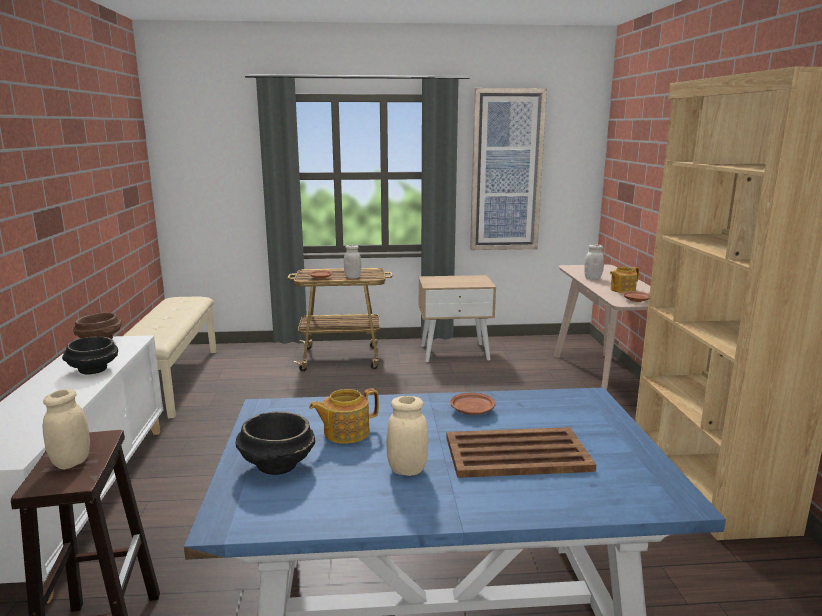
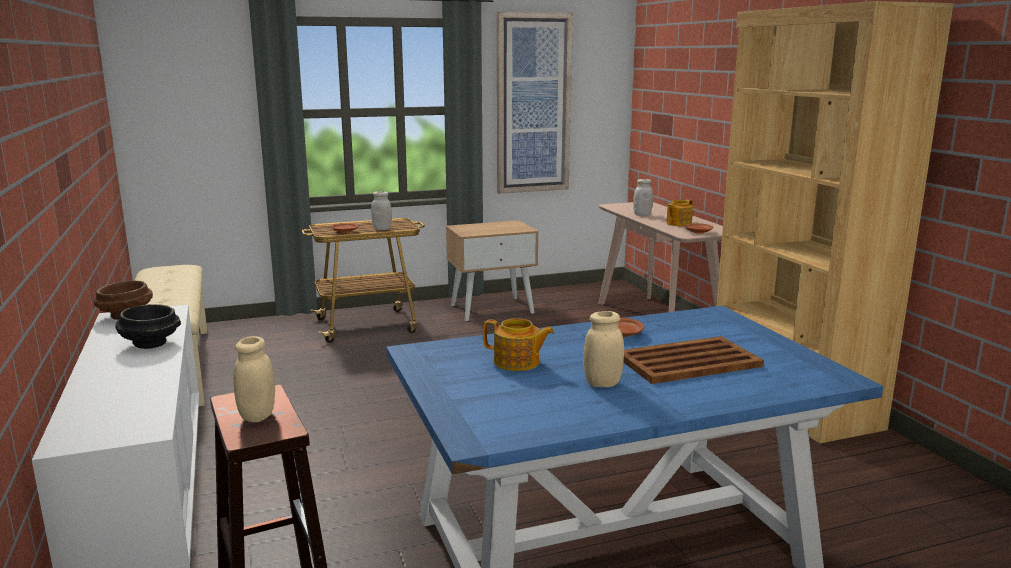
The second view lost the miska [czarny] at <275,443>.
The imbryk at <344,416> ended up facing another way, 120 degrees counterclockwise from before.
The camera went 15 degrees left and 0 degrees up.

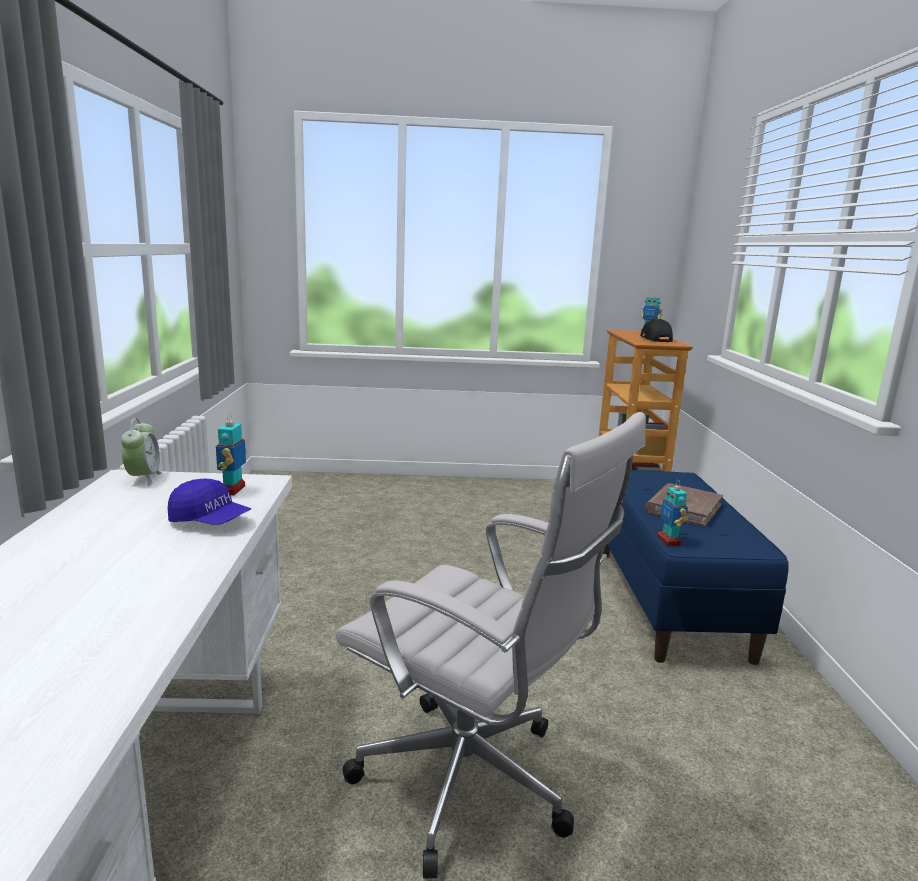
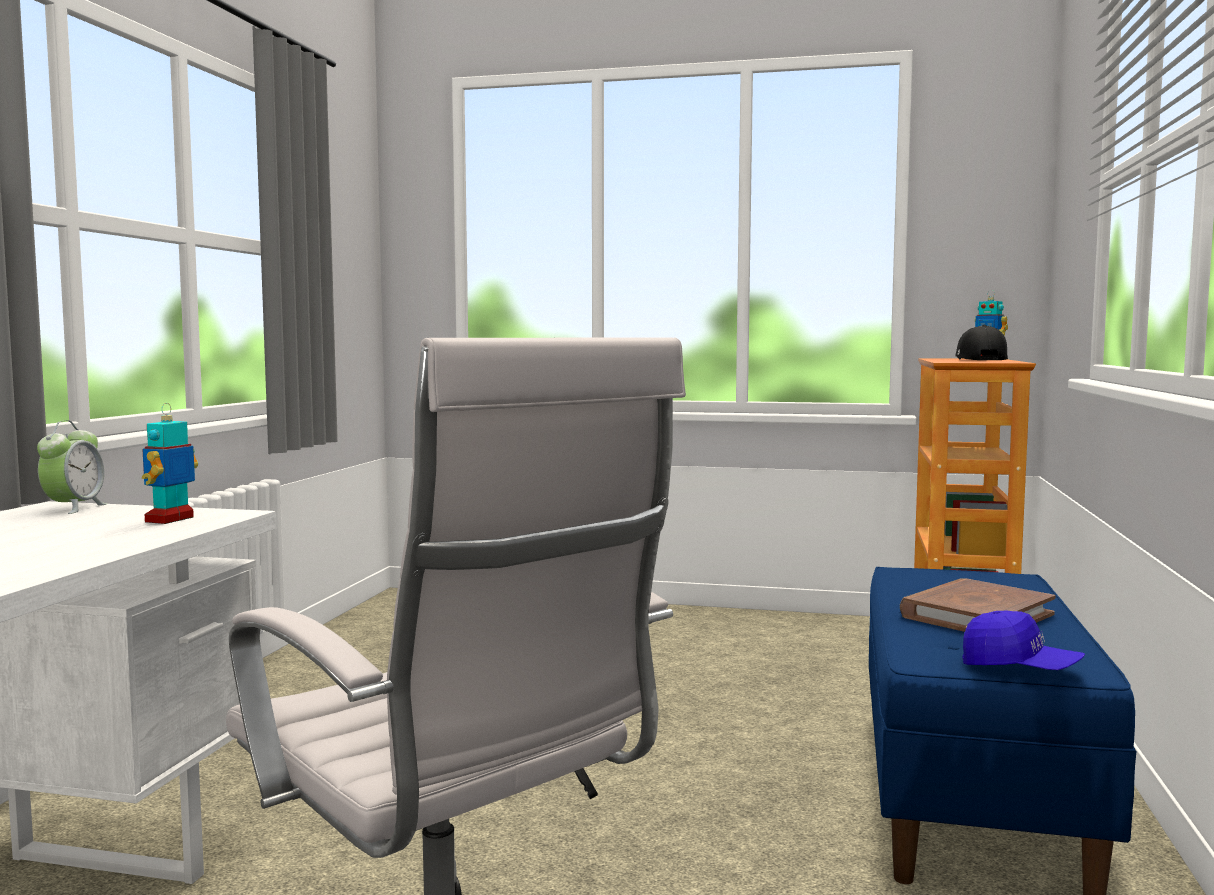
The second view lost the robot zabawkowy at <672,513>.
The czapka z daszkiem [niebieski] ended up elsewhere, having gone from <209,502> to <1023,640>.
The camera went 15 degrees right and 10 degrees down.

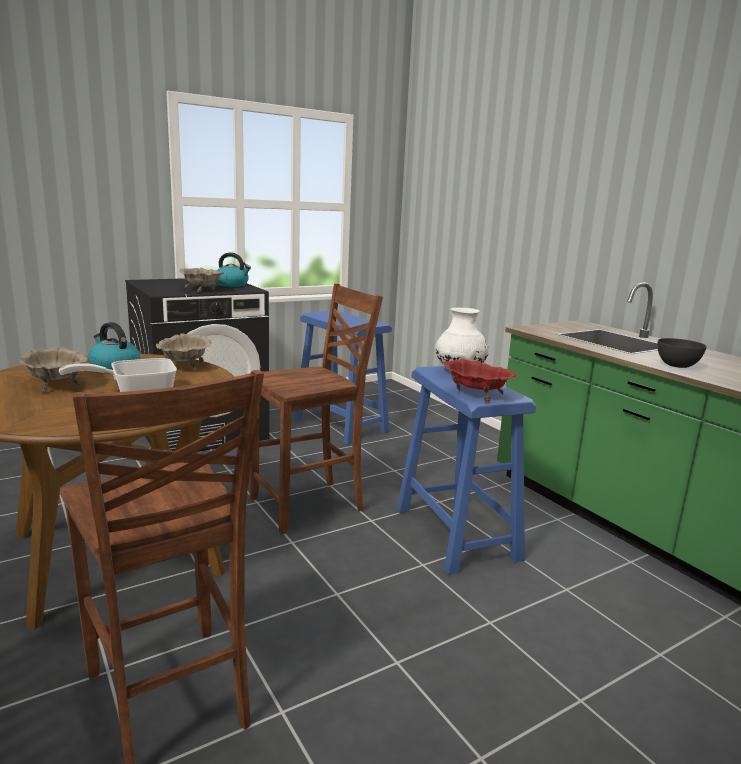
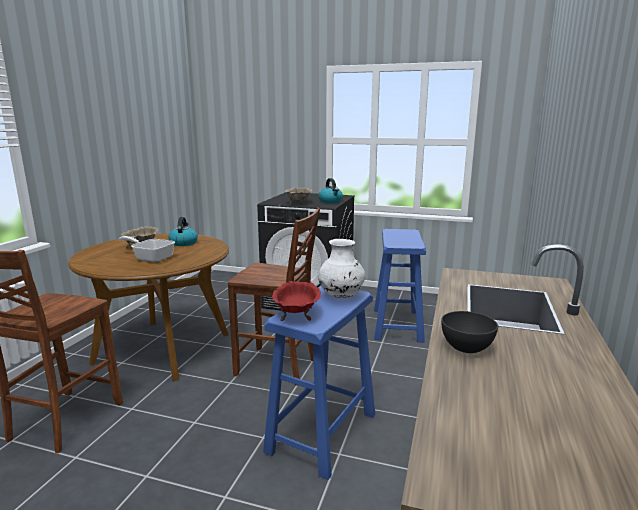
The second view lost the miska [beżowy] at <183,351>.
The camera went 50 degrees right and 0 degrees up.

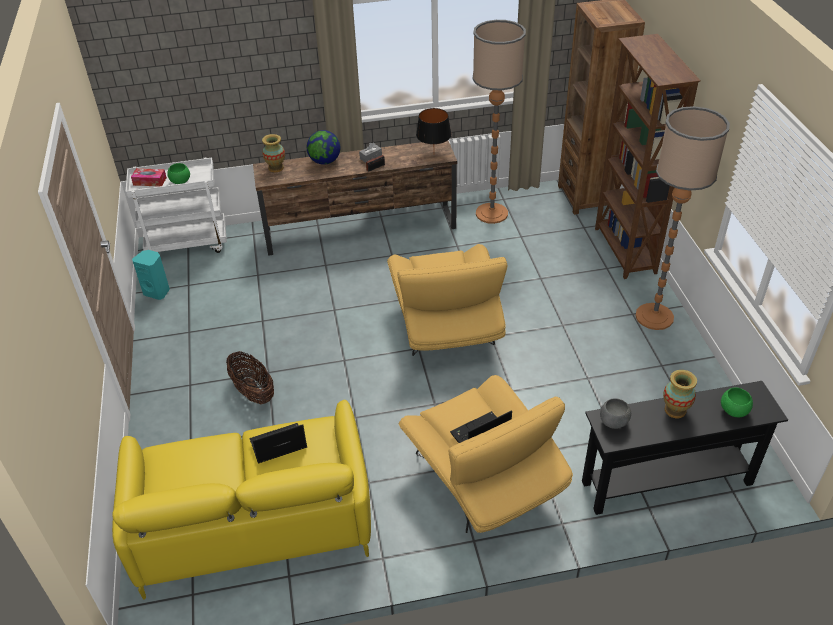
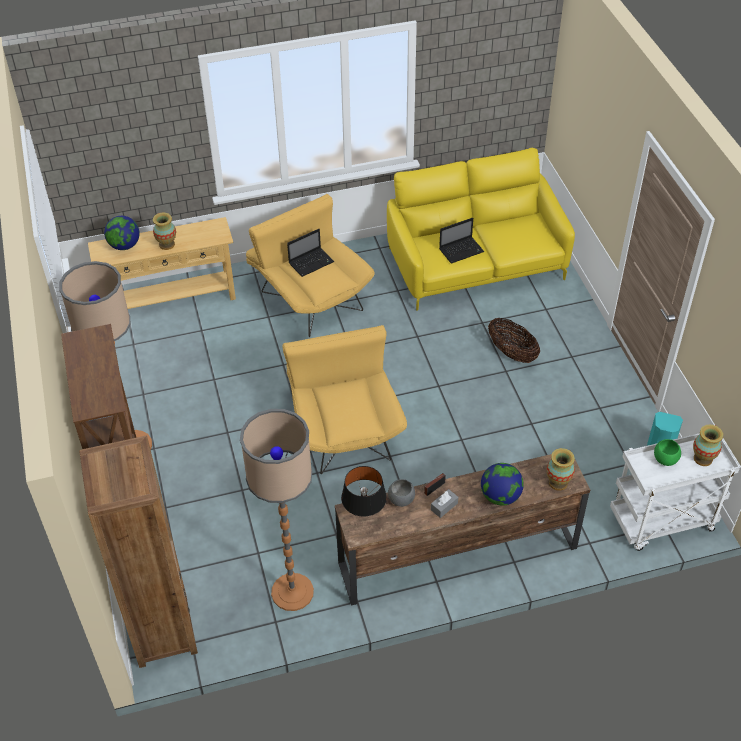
The miska [szary] ended up elsewhere, having gone from <615,413> to <401,493>.
Where the pudełko chusteczek stood at <149,177>, the wazon came to stand at <708,445>.
Where the miska [zielony] stood at <737,402>, the globus came to stand at <122,233>.
What was the stolik konsolowy [czarny] at <685,448> turned into the stolik konsolowy [beżowy] at <162,263>.
The camera went 175 degrees right and 5 degrees up.

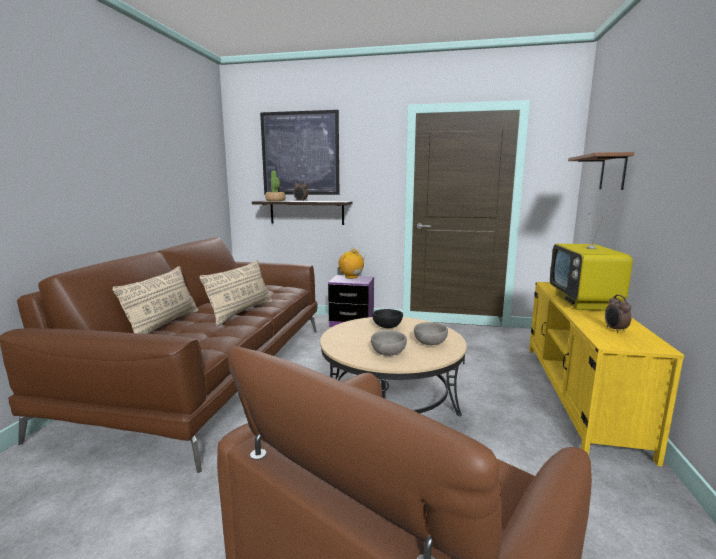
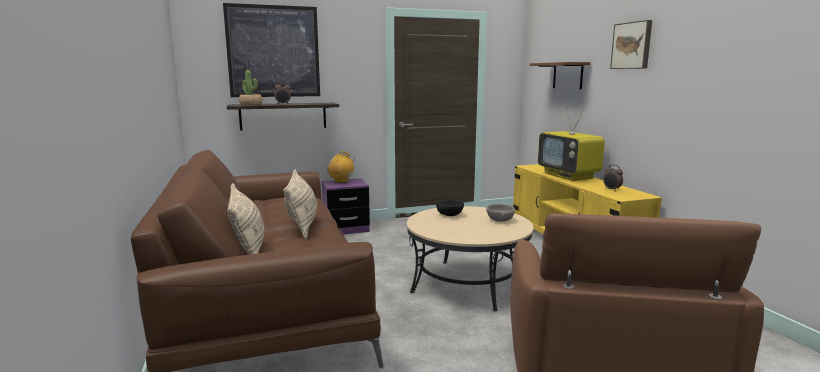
The second view lost the miska [szary] at <389,343>.
The second view gained the obraz at <631,44>.
The camera went 30 degrees left and 0 degrees up.

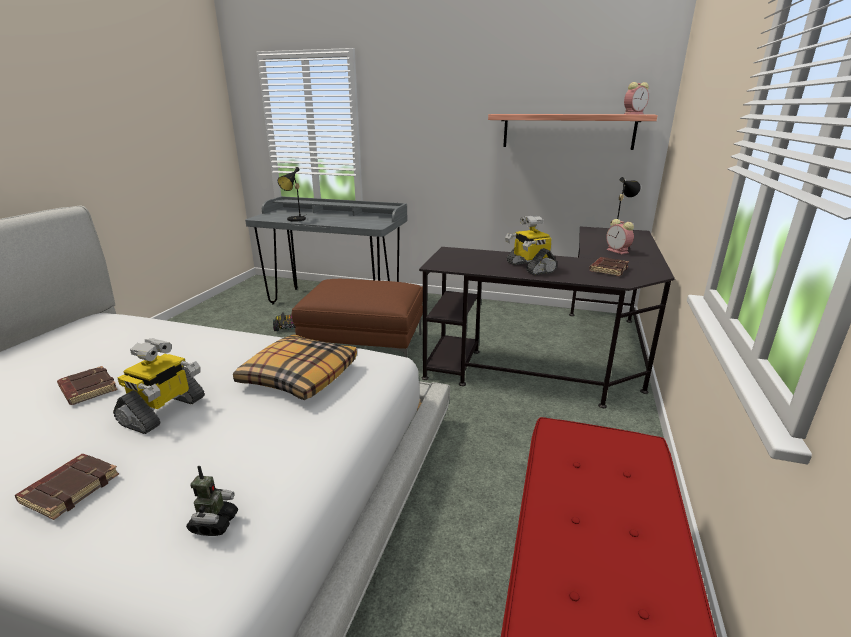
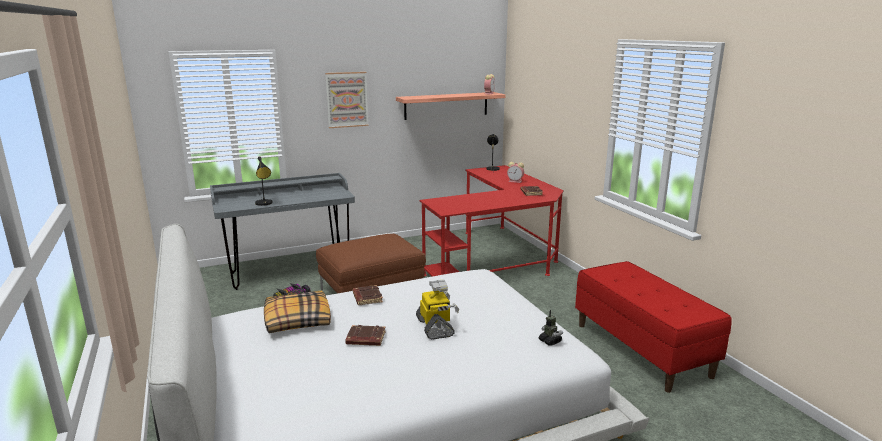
The second view lost the robot zabawkowy at <531,245>.
The second view gained the obraz at <347,100>.
The książka [brązowy] ended up elsewhere, having gone from <67,487> to <368,295>.
The poduszka ended up elsewhere, having gone from <295,367> to <297,311>.
What was the biurko [czarny] at <547,317> turned into the biurko [czerwony] at <491,220>.
The camera went 40 degrees left and 5 degrees down.

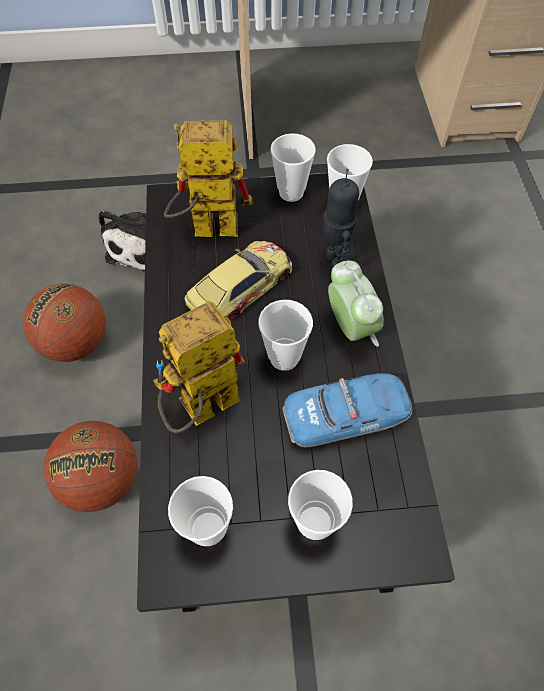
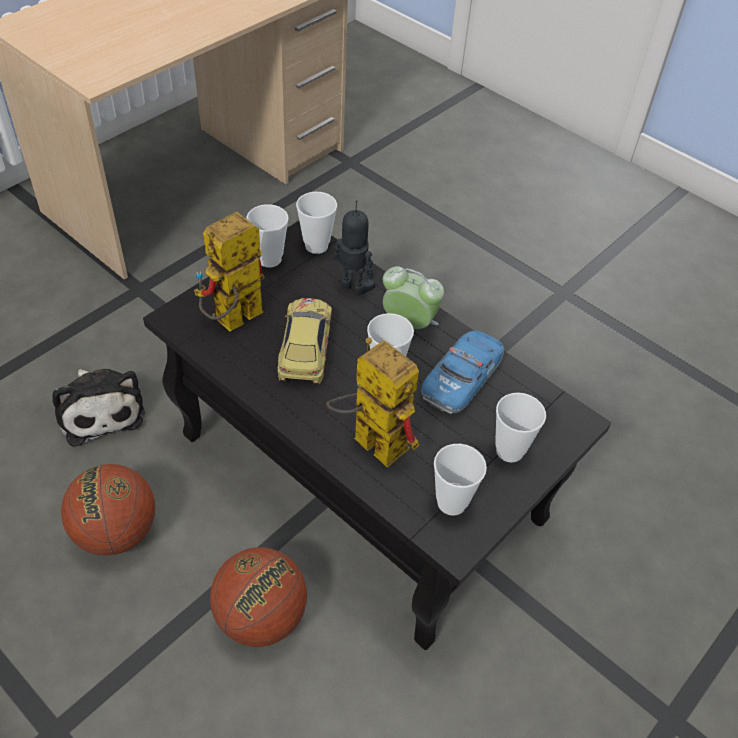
The robot zabawkowy at <199,367> ended up facing another way, 120 degrees clockwise from before.
The camera went 45 degrees left and 10 degrees down.

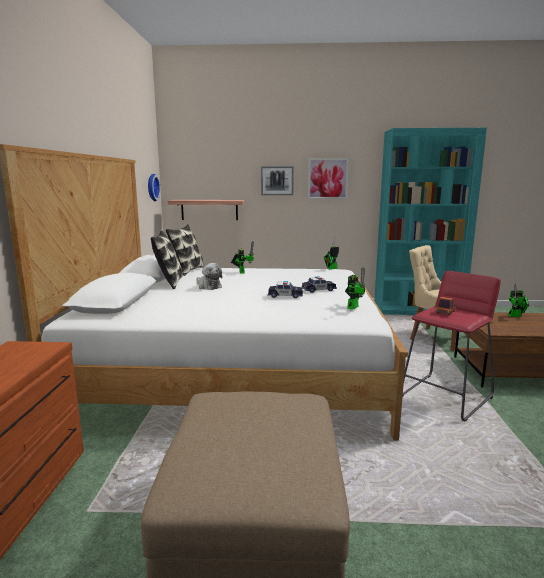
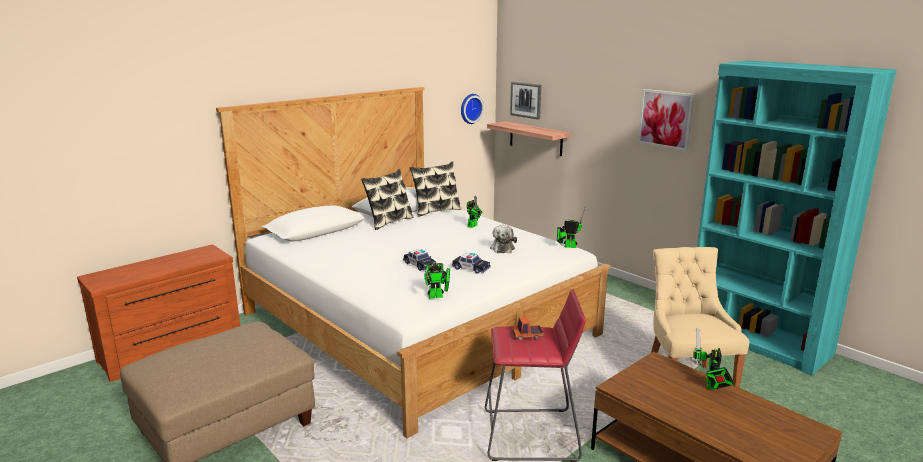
The pluszak ended up elsewhere, having gone from <209,276> to <503,239>.
The obraz ended up elsewhere, having gone from <277,180> to <525,101>.
The robot zabawkowy at <518,300> ended up facing another way, 60 degrees clockwise from before.
The camera went 45 degrees right and 5 degrees up.

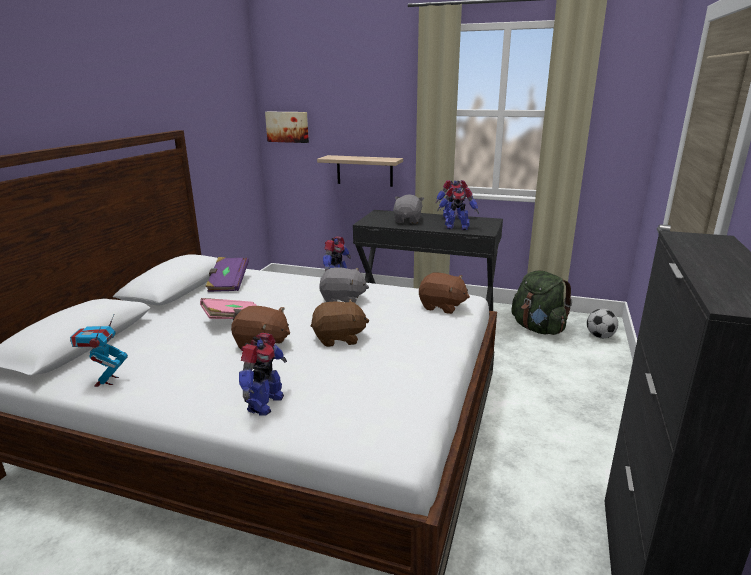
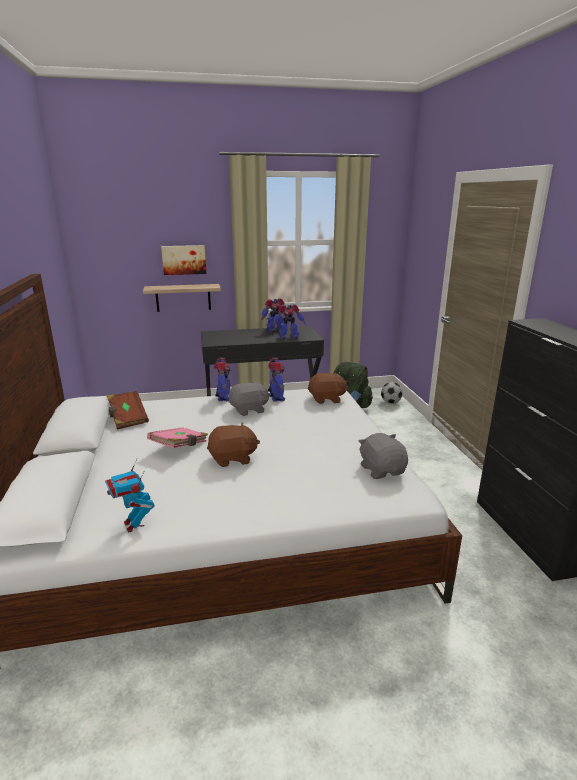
The second view lost the pluszak [brązowy] at <340,323>.
The robot zabawkowy ended up elsewhere, having gone from <263,374> to <276,379>.
The obraz ended up elsewhere, having gone from <287,127> to <183,260>.
The pluszak [szary] ended up elsewhere, having gone from <408,209> to <383,456>.
What was the książka [fioletowy] at <227,274> turned into the książka [brązowy] at <128,410>.
The camera went 30 degrees left and 0 degrees up.

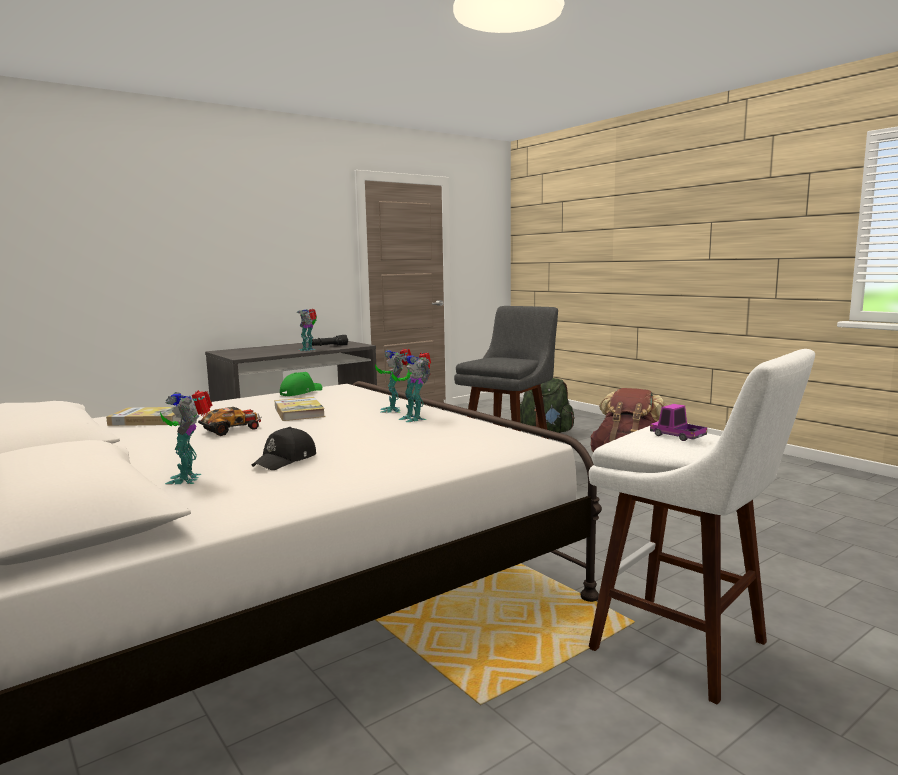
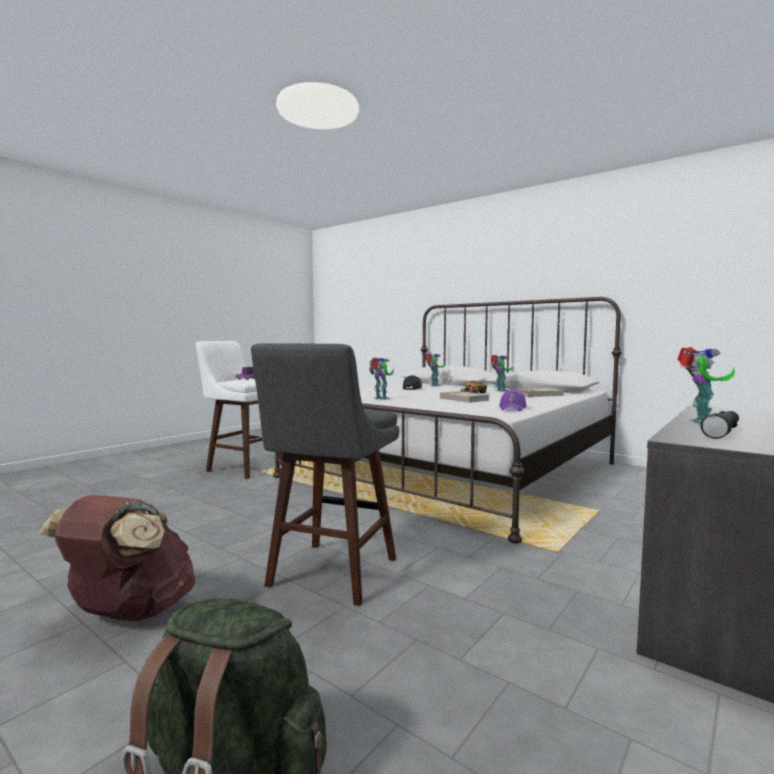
The robot zabawkowy ended up elsewhere, having gone from <393,381> to <502,373>.
What was the czapka z daszkiem [zielony] at <301,384> turned into the czapka z daszkiem [fioletowy] at <513,400>.
The camera went 165 degrees right and 5 degrees down.

